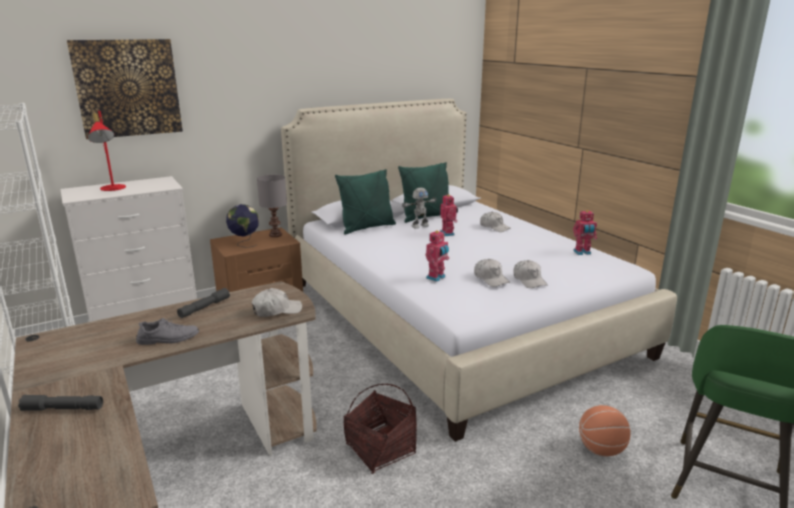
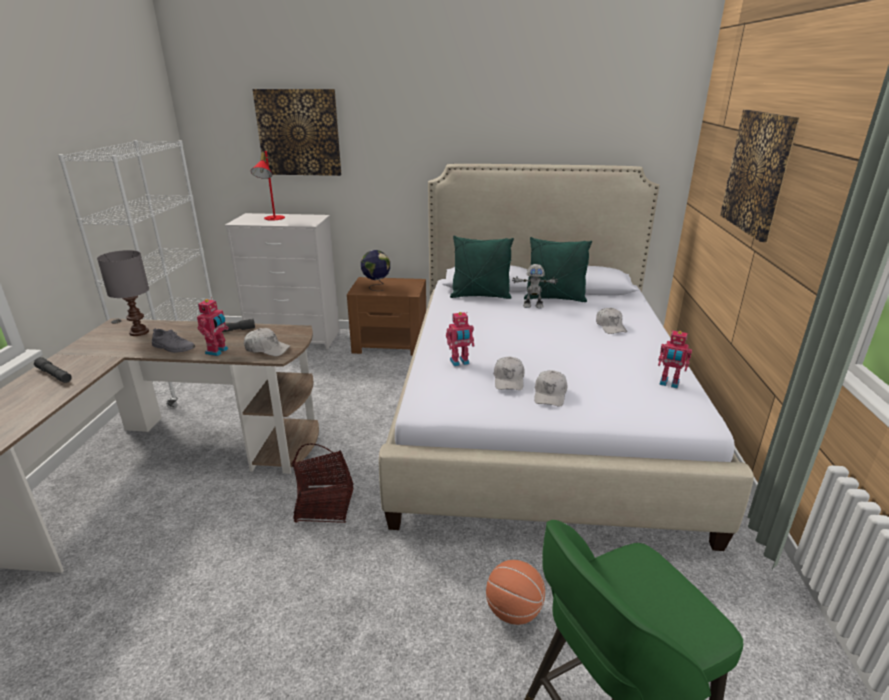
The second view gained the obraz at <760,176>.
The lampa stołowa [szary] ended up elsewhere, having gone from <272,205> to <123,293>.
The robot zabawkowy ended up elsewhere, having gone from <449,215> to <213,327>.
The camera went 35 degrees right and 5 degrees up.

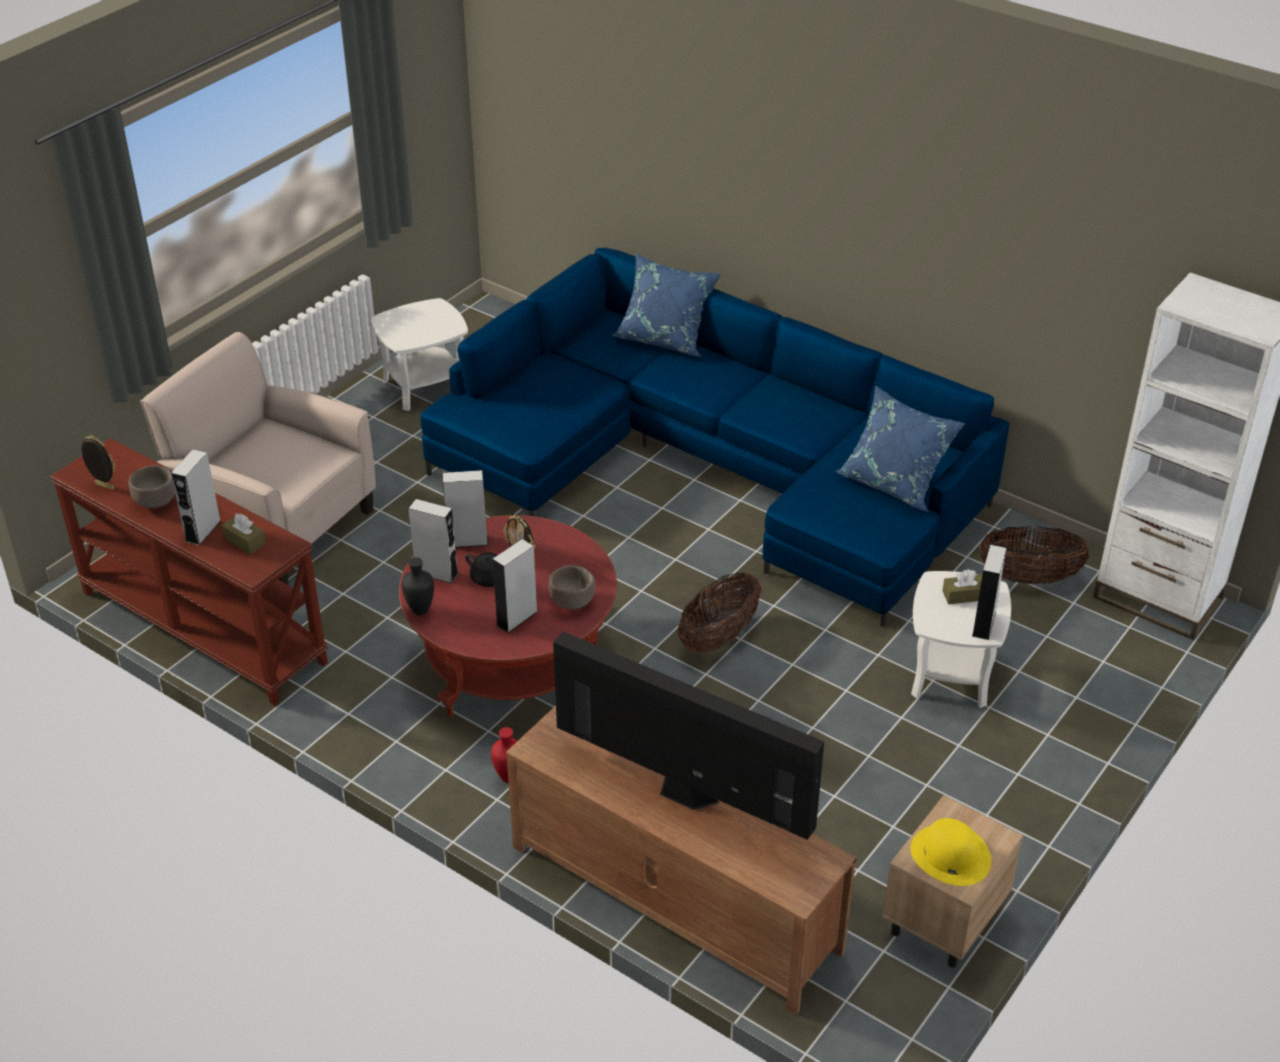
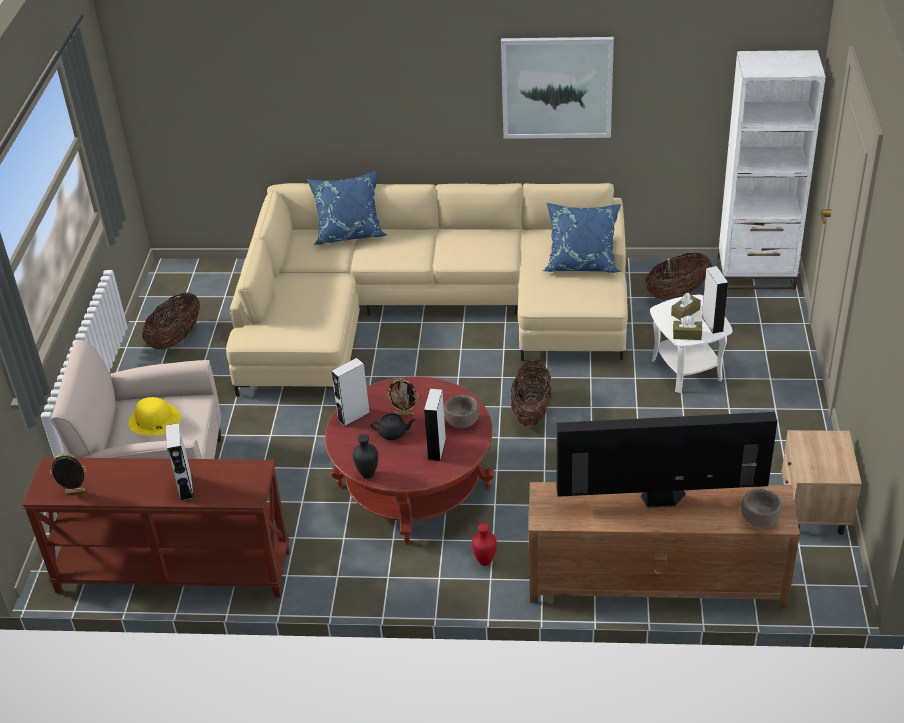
The second view lost the głośnik [szary] at <433,541>.
The second view gained the obraz at <557,88>.
The miska [brązowy] ended up elsewhere, having gone from <152,486> to <761,508>.
The pudełko chusteczek [brązowy] ended up elsewhere, having gone from <243,534> to <687,328>.
The kapelusz [żółty] ended up elsewhere, having gone from <951,852> to <154,416>.
Where the stolik [biały] stood at <419,354>, the koszyk came to stand at <171,321>.
What was the kanapa [niebieski] at <714,437> turned into the kanapa [beżowy] at <427,290>.
The camera went 30 degrees left and 0 degrees up.

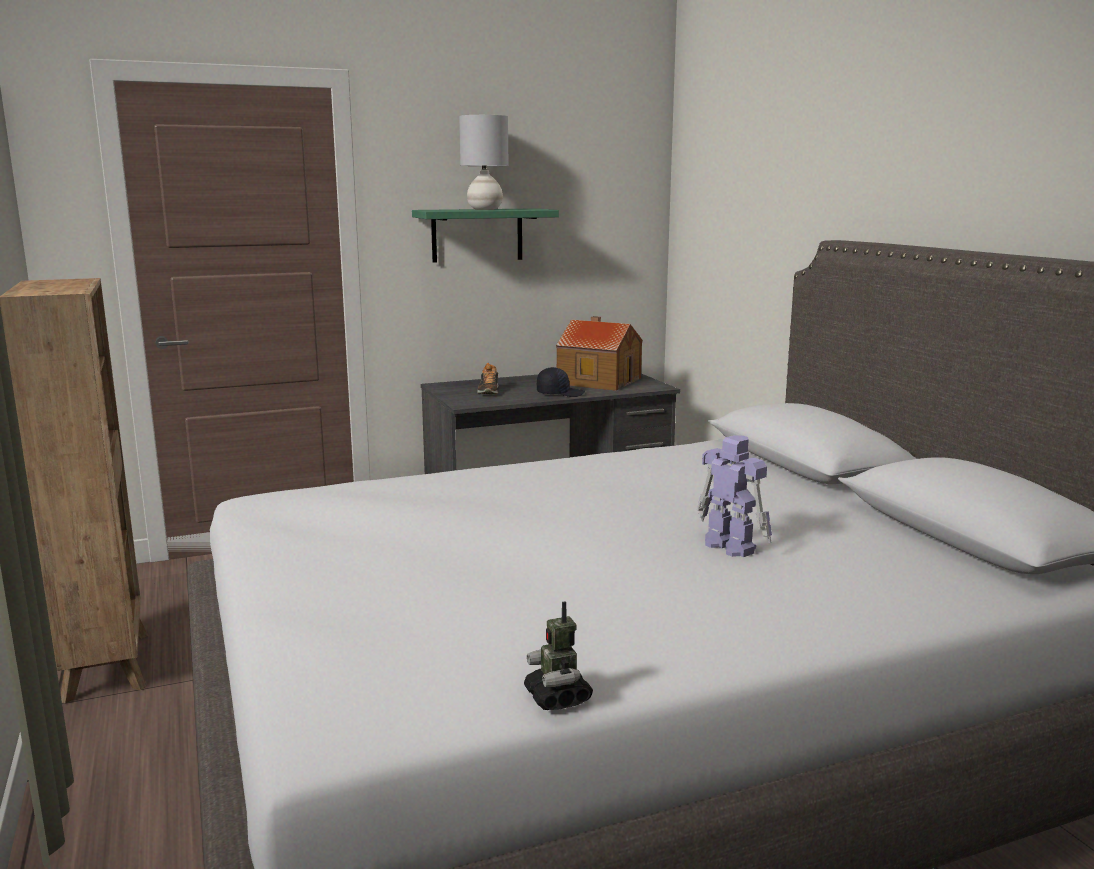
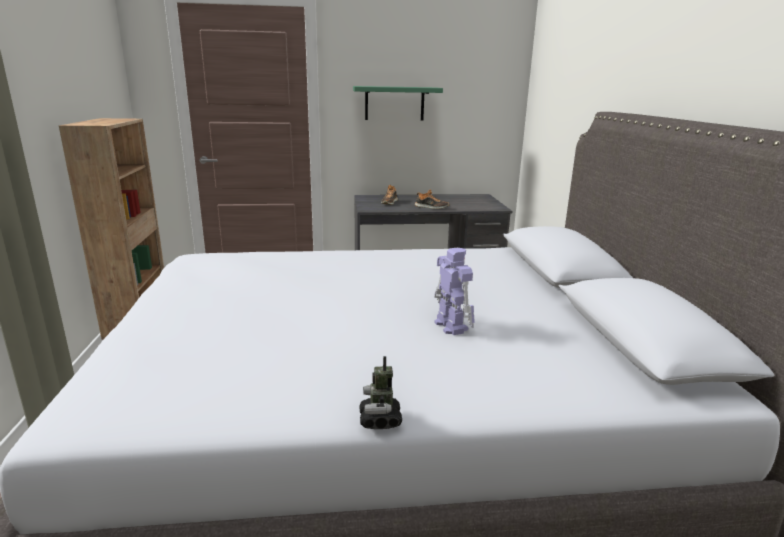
The second view lost the lampa stołowa [szary] at <483,162>.
The second view lost the domek at <599,353>.
The robot zabawkowy ended up elsewhere, having gone from <558,655> to <380,392>.
Where the czapka z daszkiem [czarny] stood at <561,382>, the but came to stand at <432,199>.
The camera went 15 degrees right and 5 degrees up.

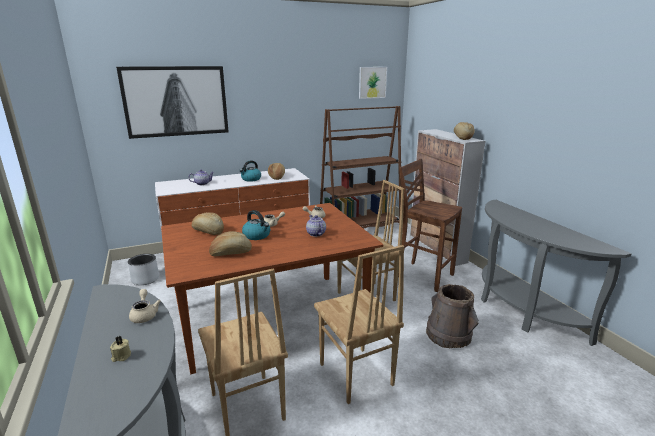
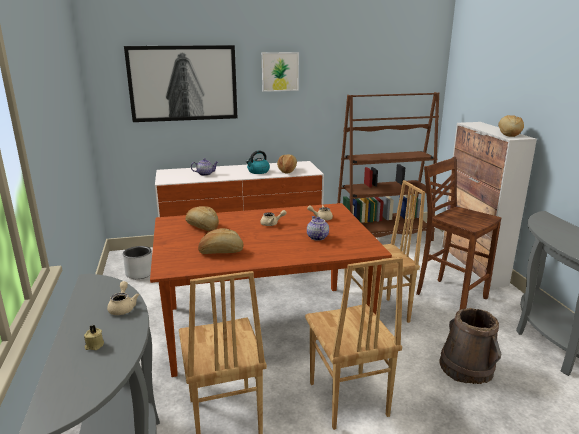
The second view lost the czajnik at <256,225>.
The obraz ended up elsewhere, having gone from <373,83> to <280,72>.
The camera went 10 degrees right and 0 degrees up.

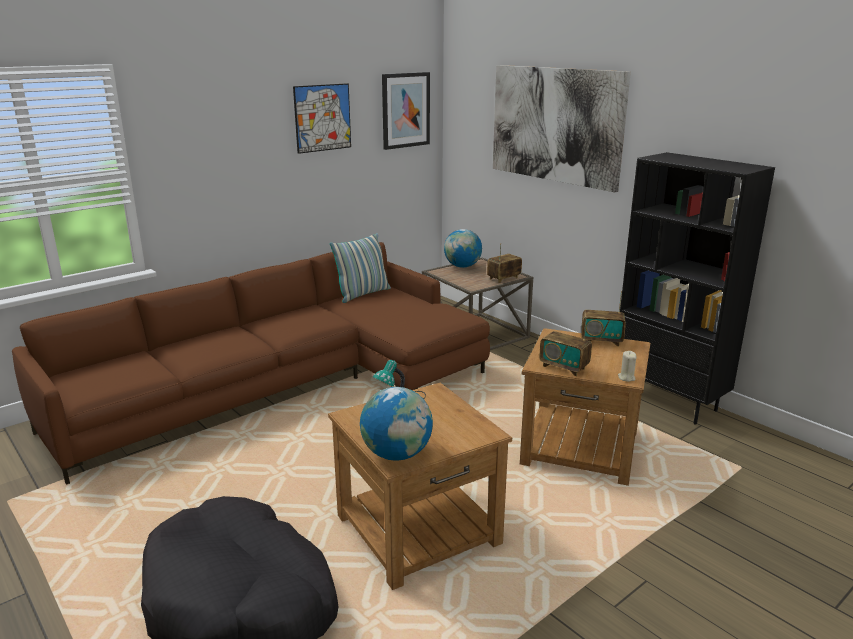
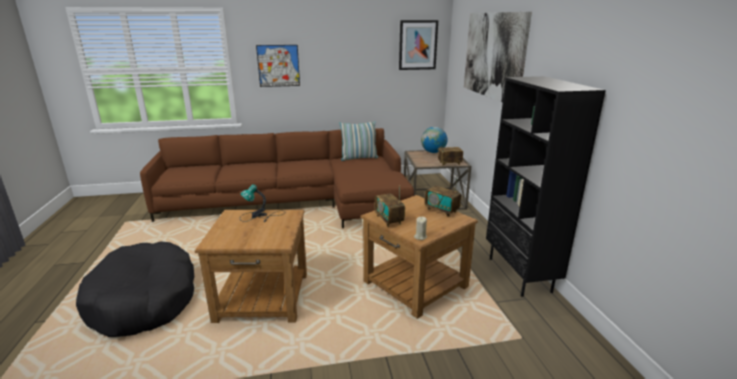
The second view lost the globus at <396,424>.
The obraz ended up elsewhere, having gone from <322,118> to <278,66>.
The camera went 30 degrees right and 0 degrees up.

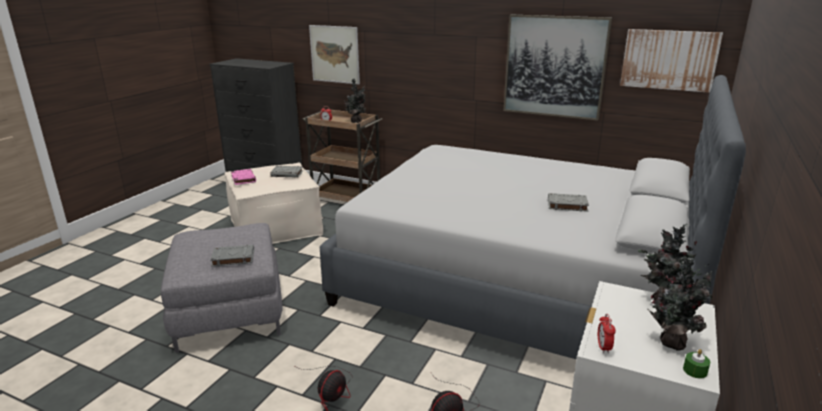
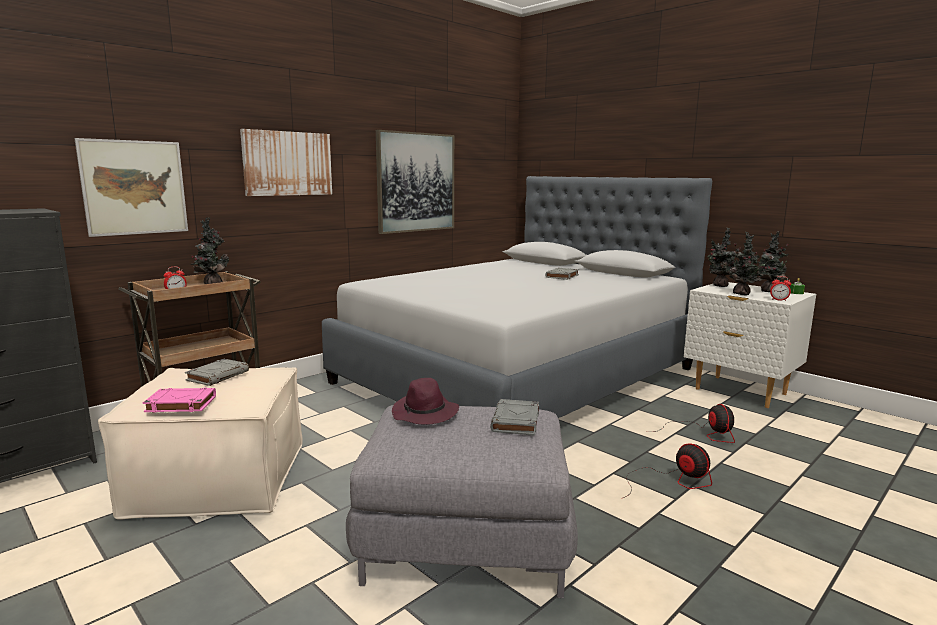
The second view gained the kapelusz [fioletowy] at <425,401>.
The second view gained the roślina doniczkowa at <747,263>.
The obraz ended up elsewhere, having gone from <671,61> to <286,162>.
The camera went 70 degrees left and 10 degrees down.

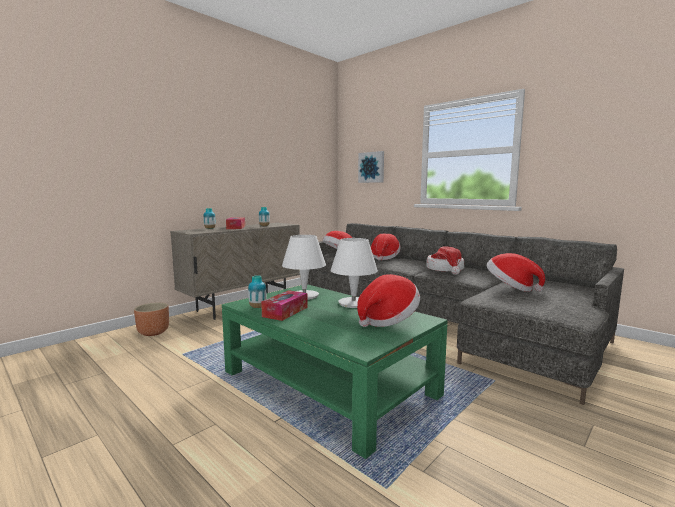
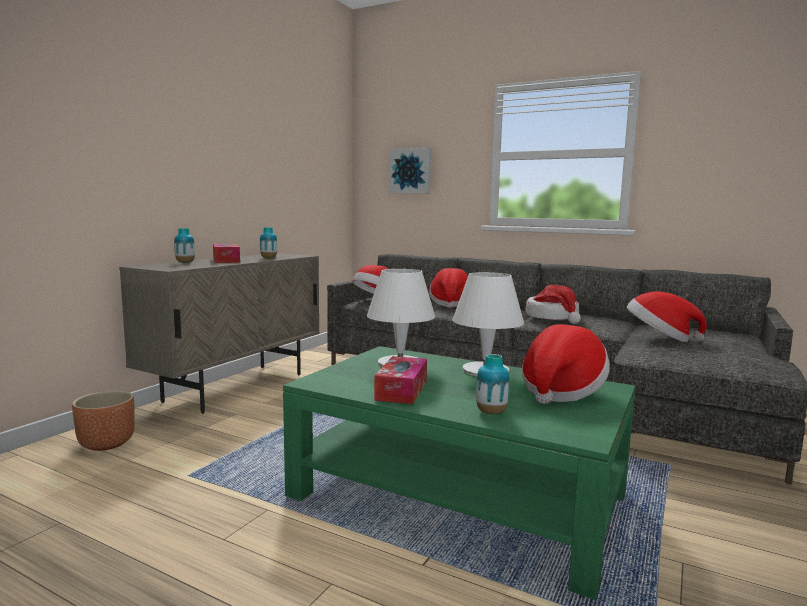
The wazon ended up elsewhere, having gone from <257,291> to <492,384>.
The camera went 15 degrees left and 0 degrees up.

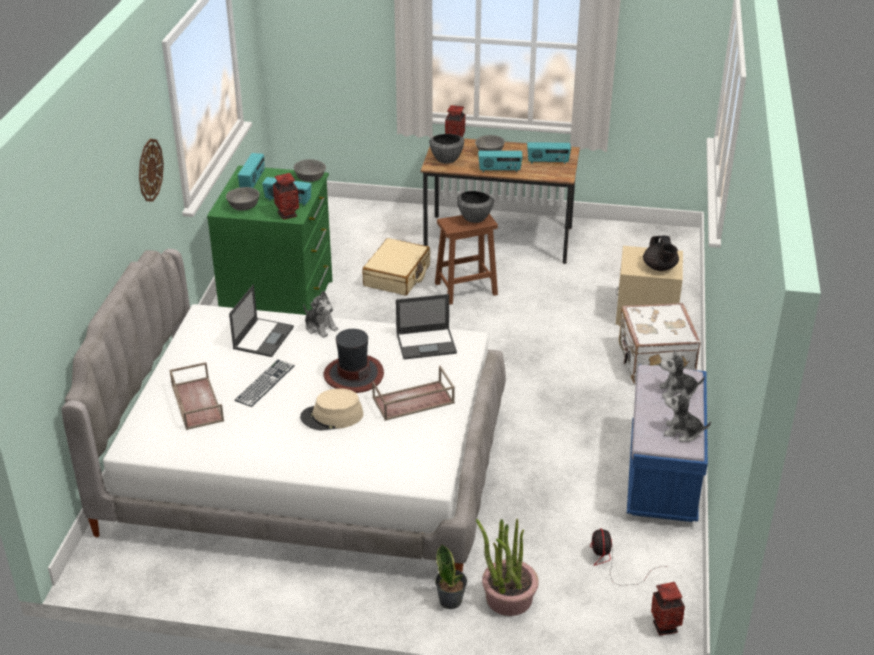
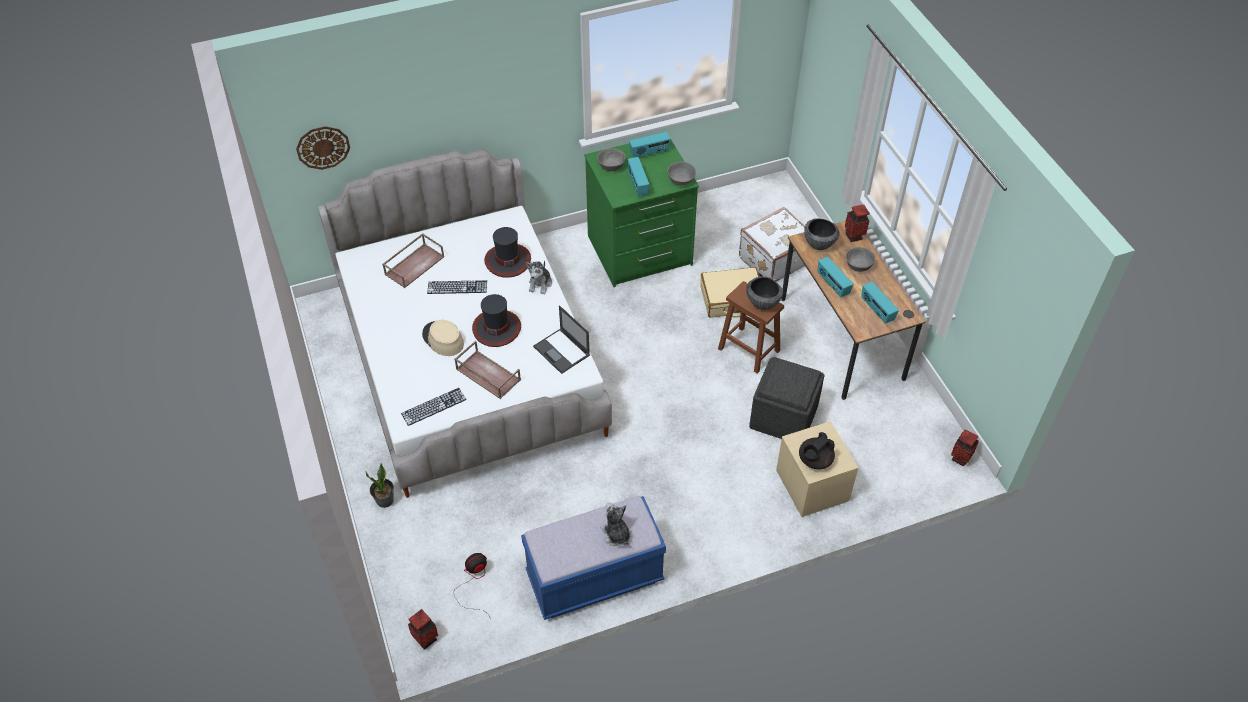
The second view lost the roślina doniczkowa at <507,567>.
The second view lost the pluszak at <687,415>.
The second view gained the klawiatura at <434,407>.
The second view gained the pufa [szary] at <787,398>.
The zegar ścienny ended up elsewhere, having gone from <151,170> to <323,148>.
The wazon ended up elsewhere, having gone from <286,196> to <965,448>.
The walizka [biały] ended up elsewhere, having gone from <660,343> to <772,244>.
Where the laptop stood at <261,321>, the kapelusz came to stand at <507,252>.
The camera went 60 degrees right and 15 degrees up.

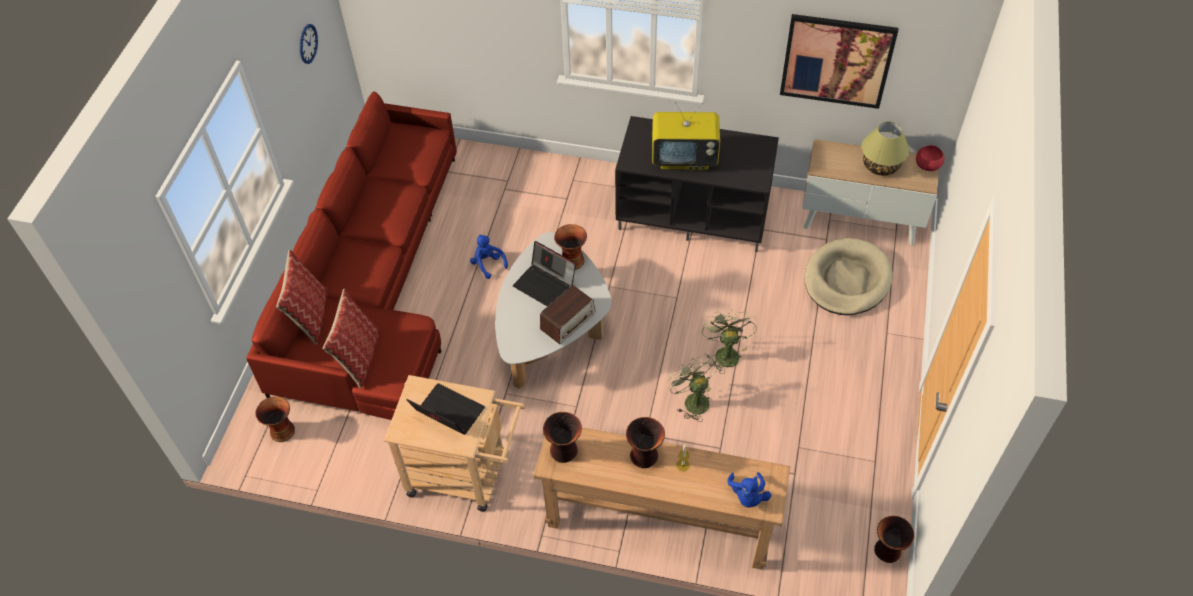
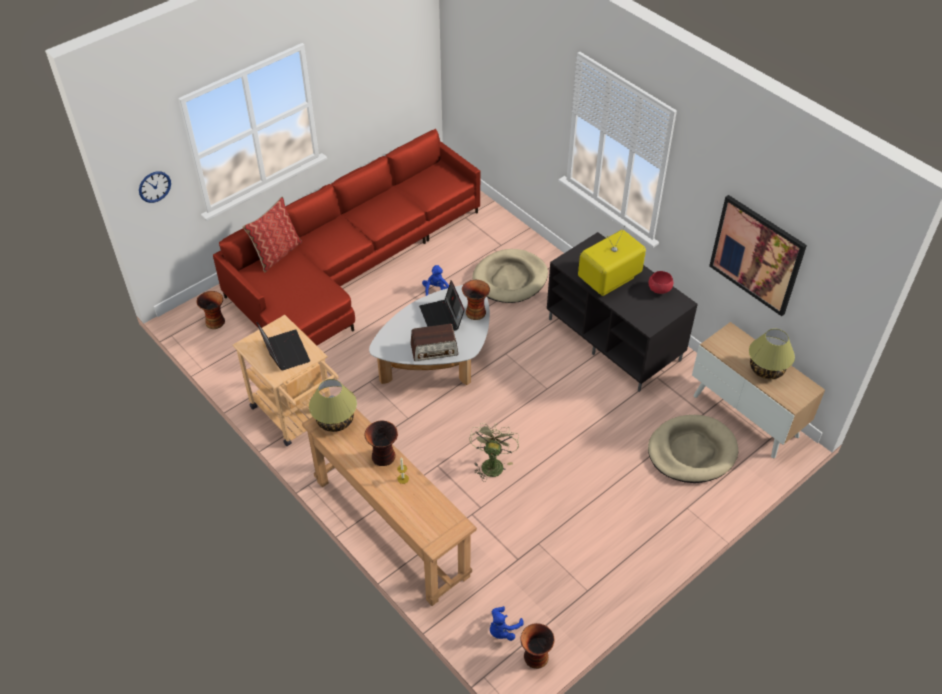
The second view lost the poduszka at <351,338>.
The second view lost the wentylator [zielony] at <729,341>.
The second view gained the legowisko [beżowy] at <510,276>.
The zegar ścienny ended up elsewhere, having gone from <309,44> to <155,187>.
The pluszak [niebieski] ended up elsewhere, having gone from <749,490> to <506,623>.
The miska [czerwony] ended up elsewhere, having gone from <930,158> to <660,282>.
Where the wazon stood at <562,437>, the lampa stołowa came to stand at <333,405>.
The telewizor at <686,136> ended up facing another way, 105 degrees clockwise from before.
The camera went 35 degrees right and 5 degrees down.

